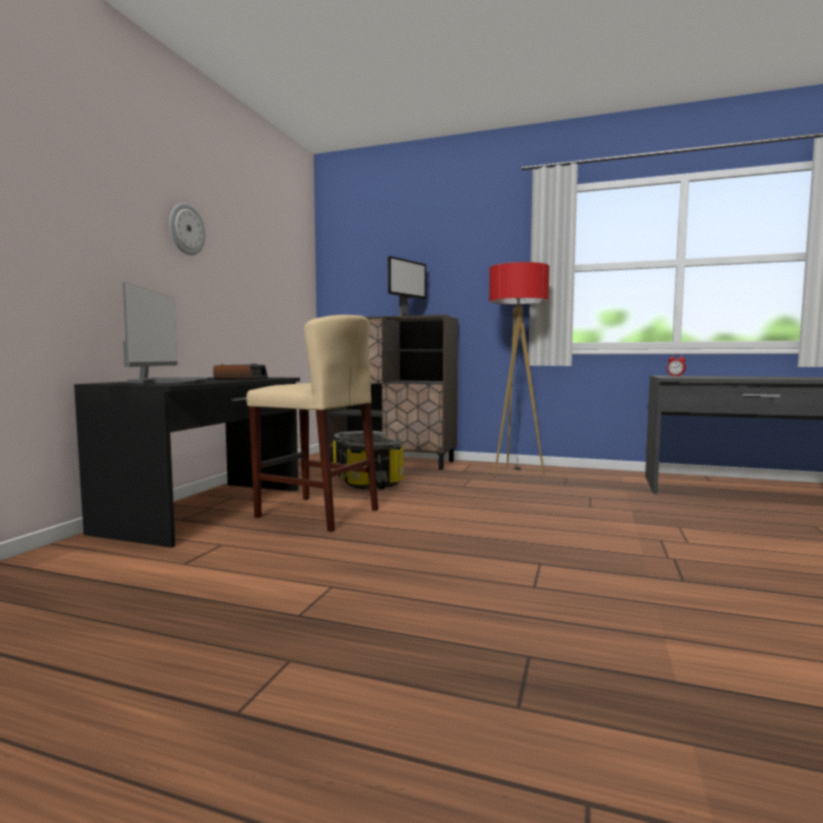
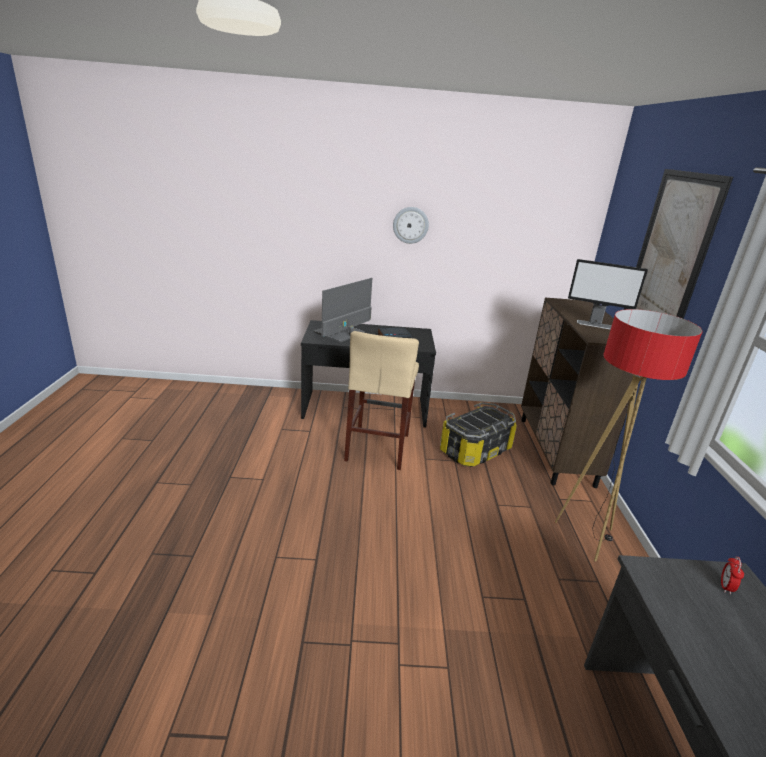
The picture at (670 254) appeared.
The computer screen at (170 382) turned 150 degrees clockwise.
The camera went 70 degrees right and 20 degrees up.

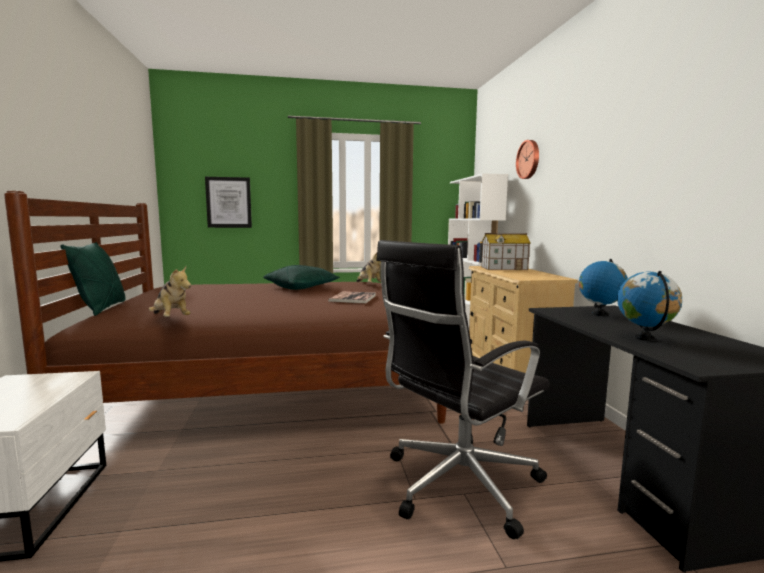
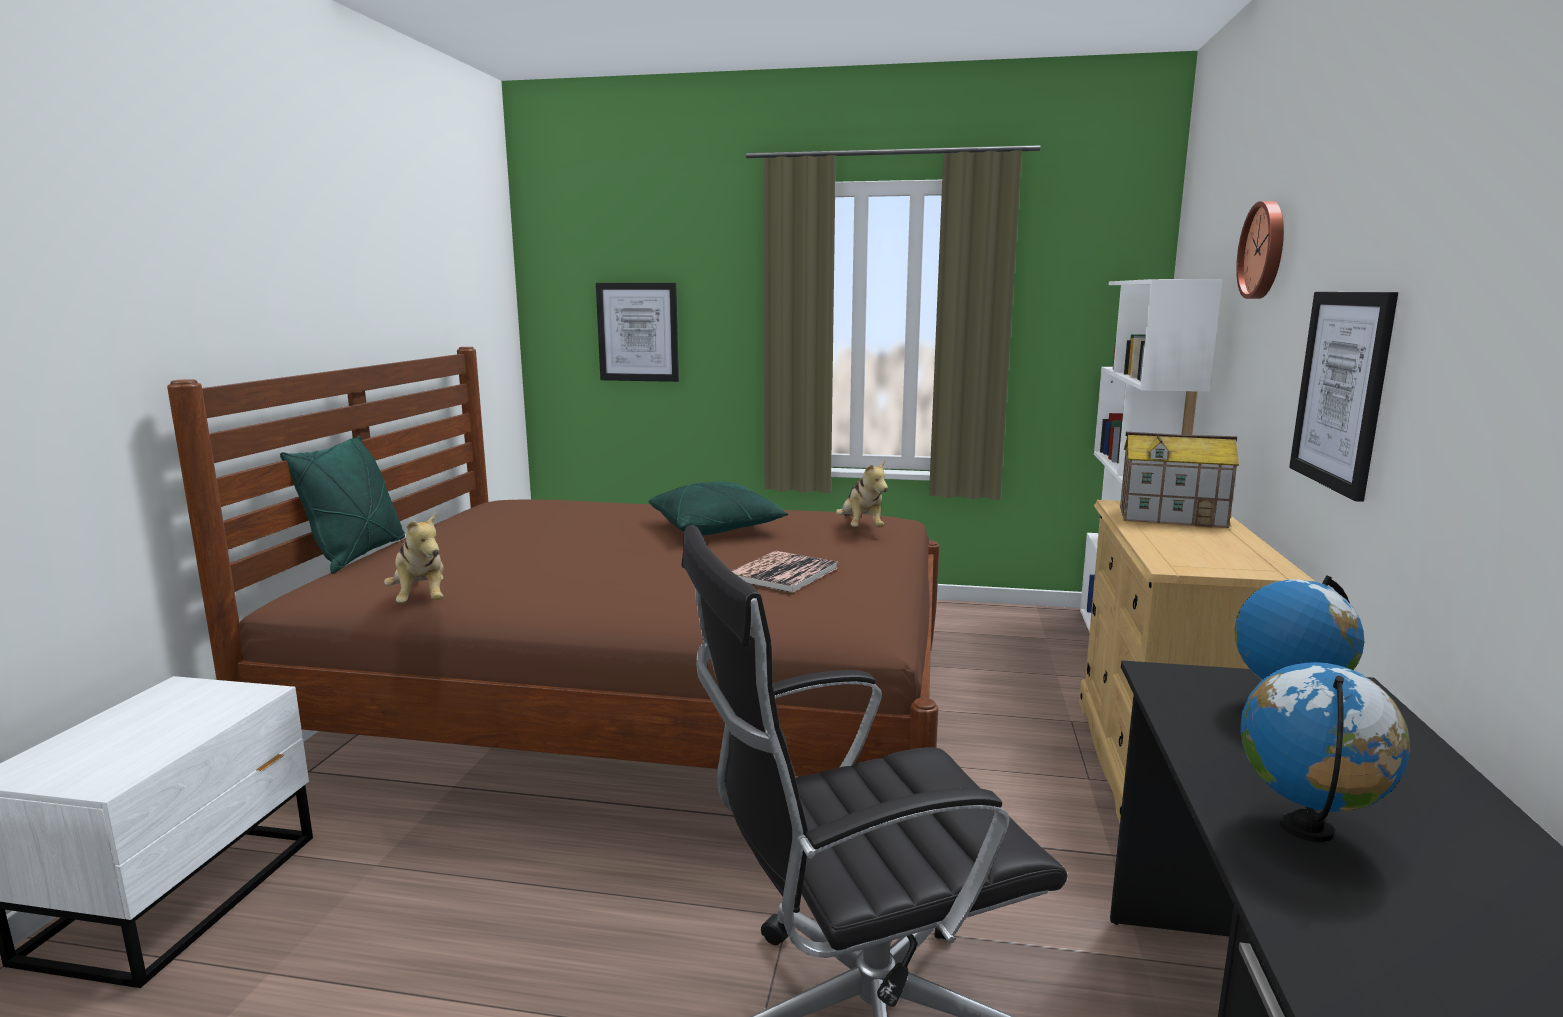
The picture at (1341 390) appeared.
The camera went 20 degrees right and 5 degrees up.

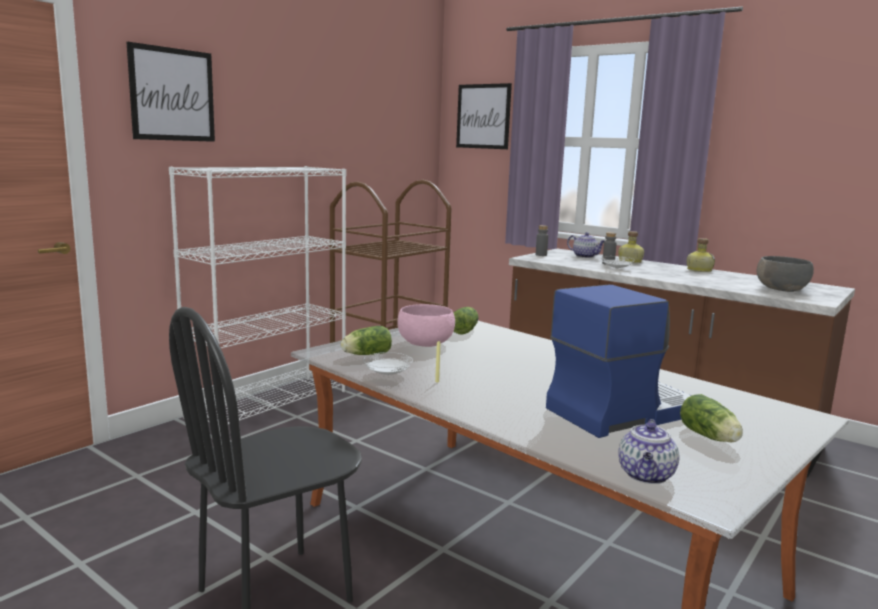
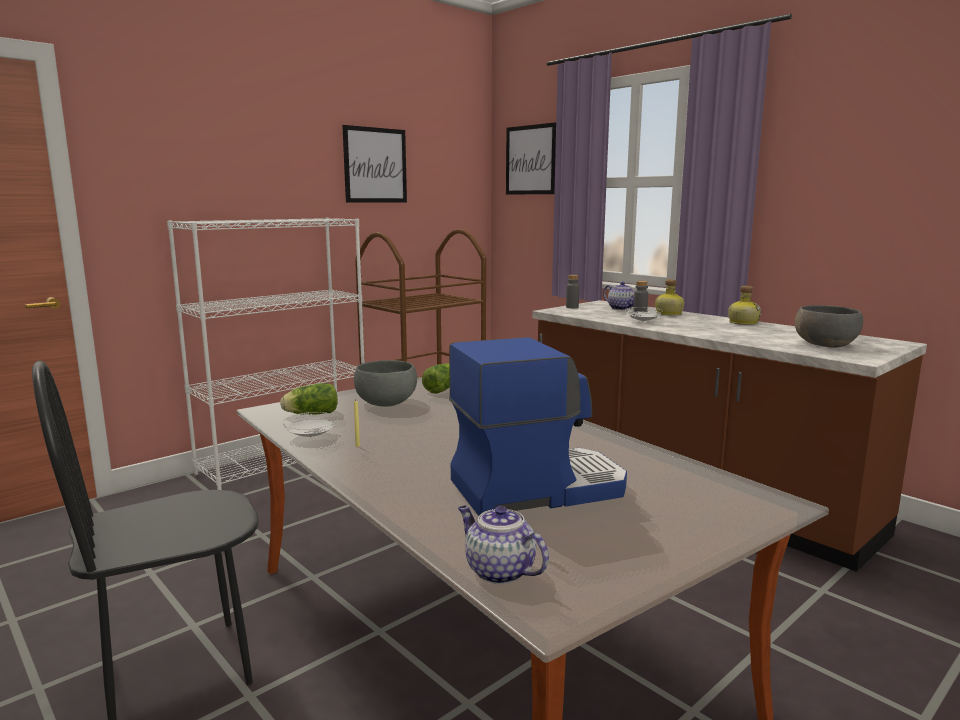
The lettuce at (710 437) disappeared.
The picture moved from (172 94) to (375 165).
The pink-coloured bowl at (425 343) became the grey bowl at (386 403).
The teapot at (646 476) turned 105 degrees clockwise.
The camera went 10 degrees right and 0 degrees up.

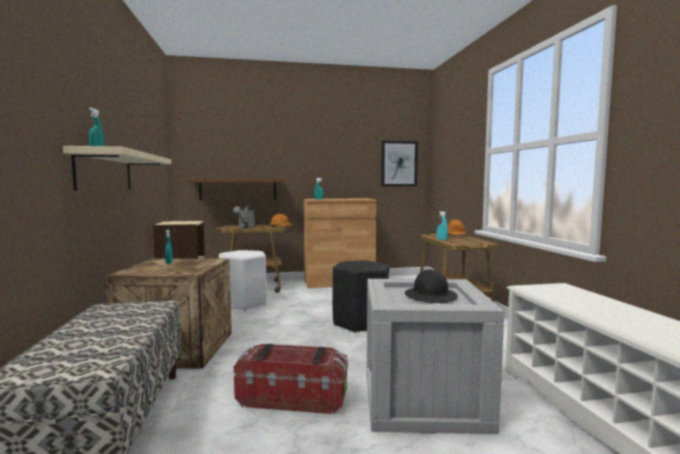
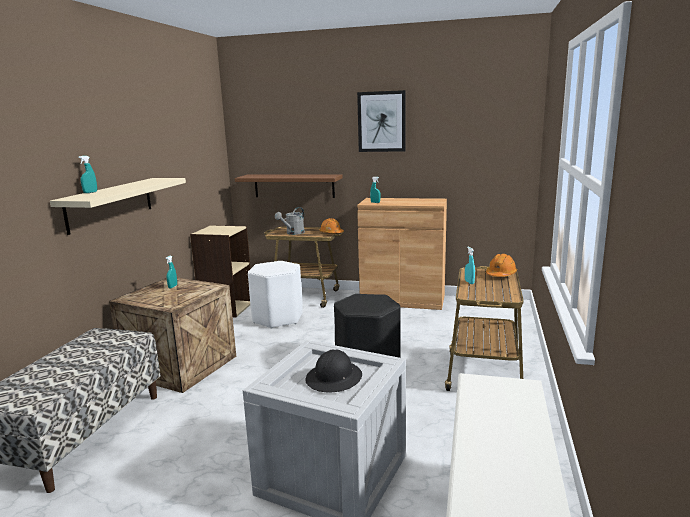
The storage box at (293 398) disappeared.
The picture moved from (399 163) to (381 121).
The camera went 25 degrees right and 10 degrees up.

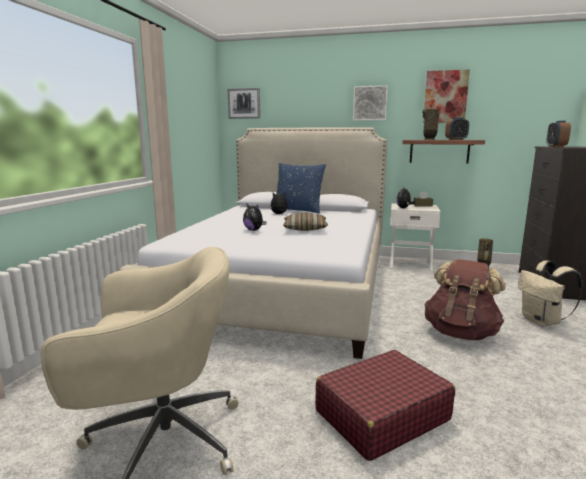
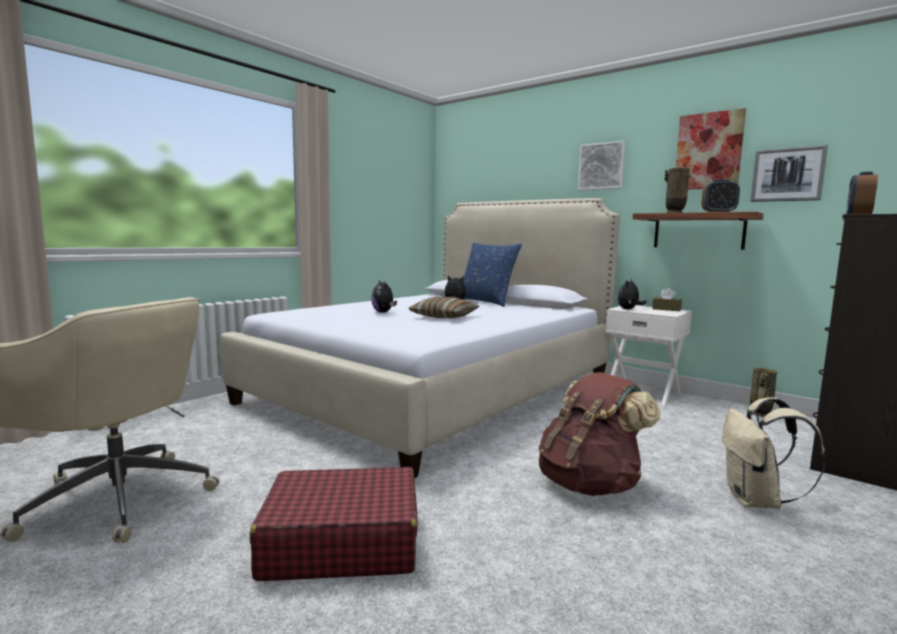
The picture moved from (244 103) to (787 174).
The camera went 25 degrees right and 5 degrees down.

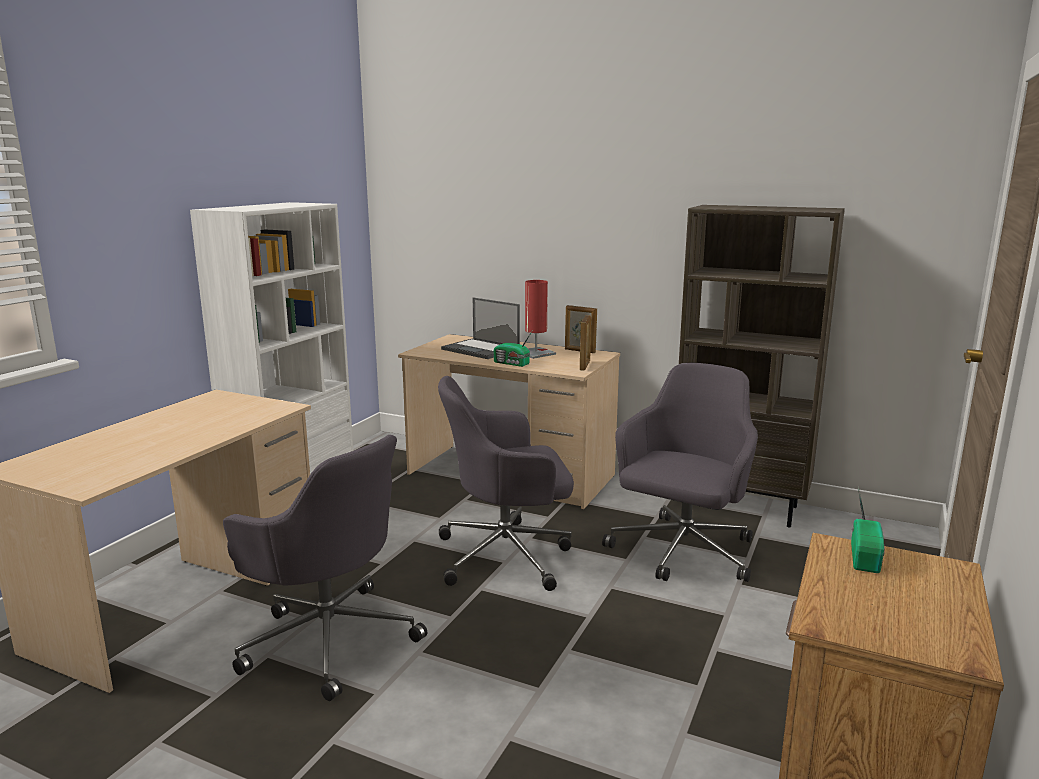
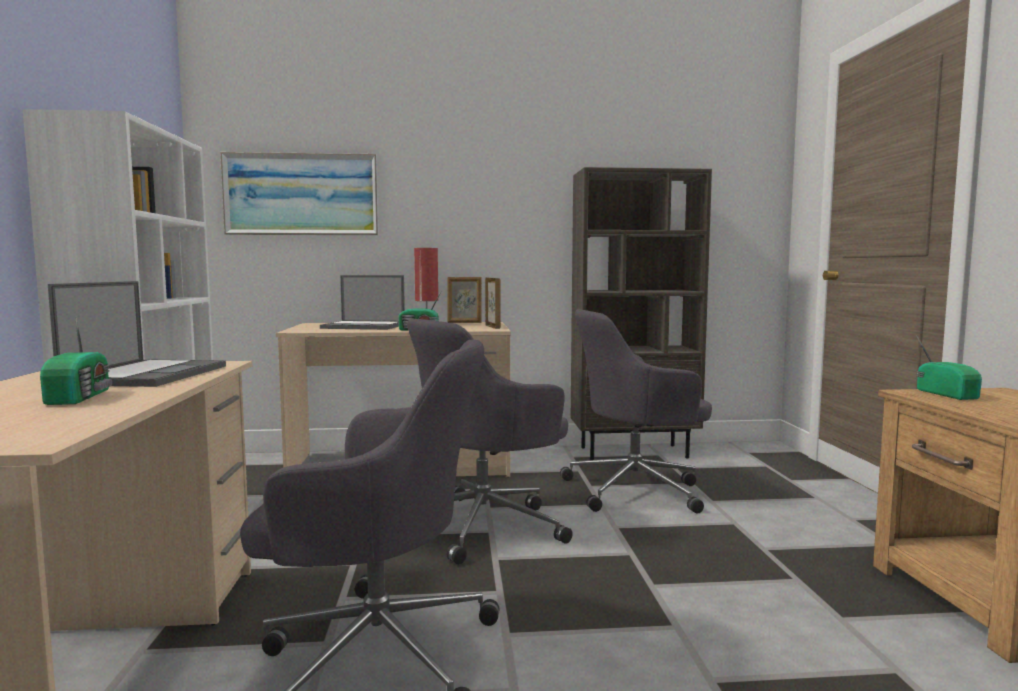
The radio at (81 397) appeared.
The portable computer at (148 374) appeared.
The picture at (301 194) appeared.
The grey office chair at (681 552) turned 105 degrees counterclockwise.
The camera went 30 degrees left and 10 degrees down.

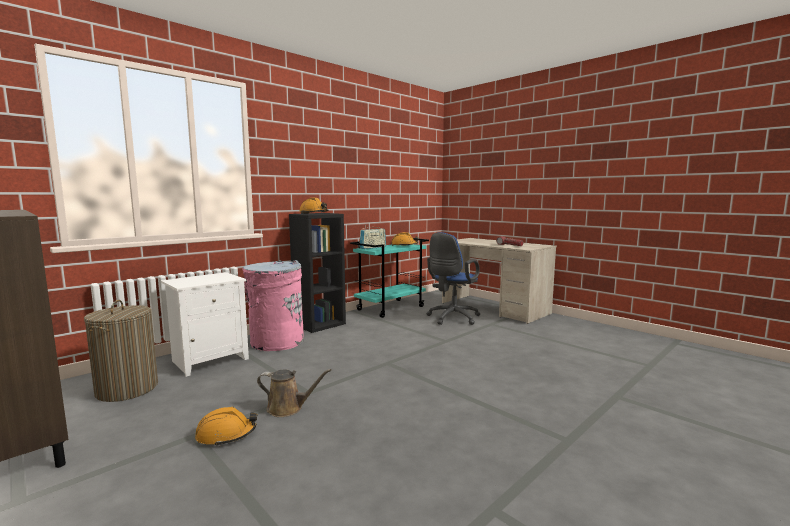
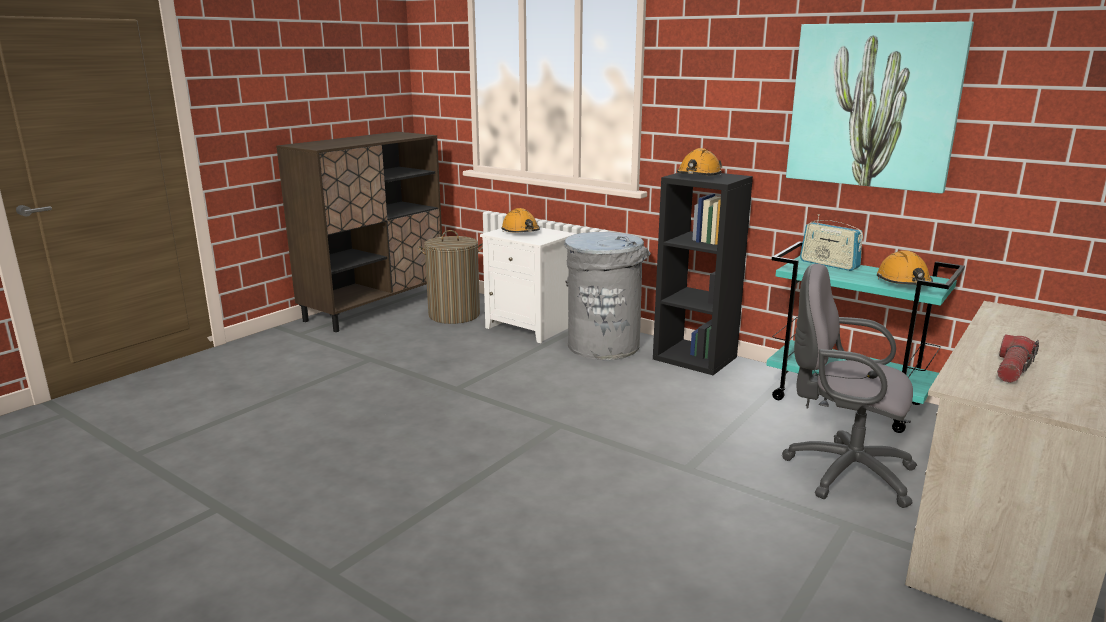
The brownish watering can at (288 408) disappeared.
The picture at (873 106) appeared.
The orangey work helmet moved from (226 435) to (521 231).
The pink-coloured rubbish bin at (276 342) became the grey rubbish bin at (603 346).
The blue-coloured office chair at (451 318) became the grey office chair at (842 471).
The camera went 80 degrees right and 10 degrees up.

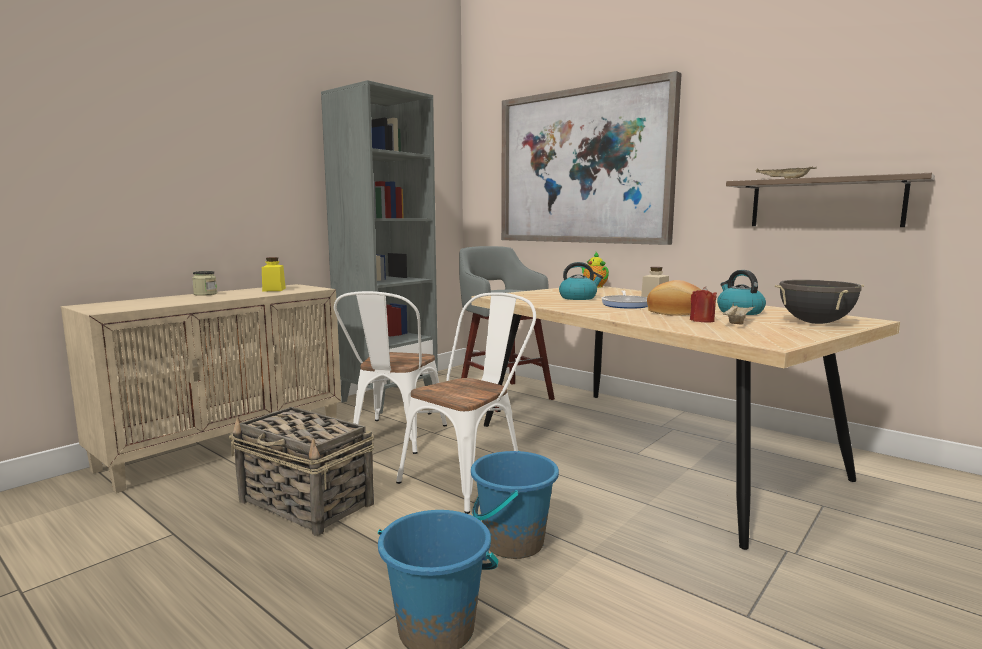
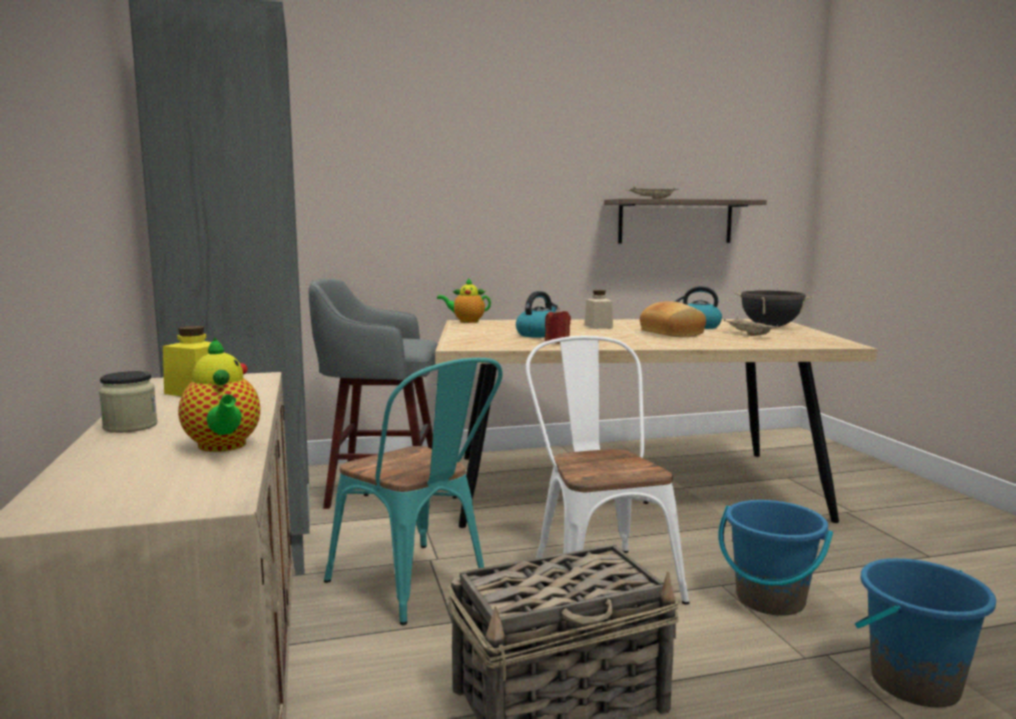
The picture at (583 167) disappeared.
The pan at (626 304) disappeared.
The teapot at (223 446) appeared.
The reddish wax candle moved from (702 320) to (557 342).
The white upright chair at (394 439) became the turquoise upright chair at (418 587).
The camera went 55 degrees left and 0 degrees up.

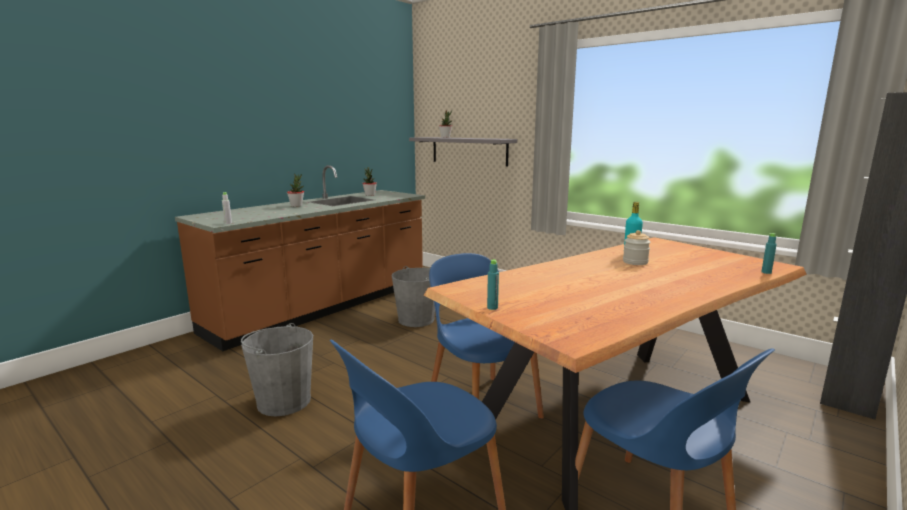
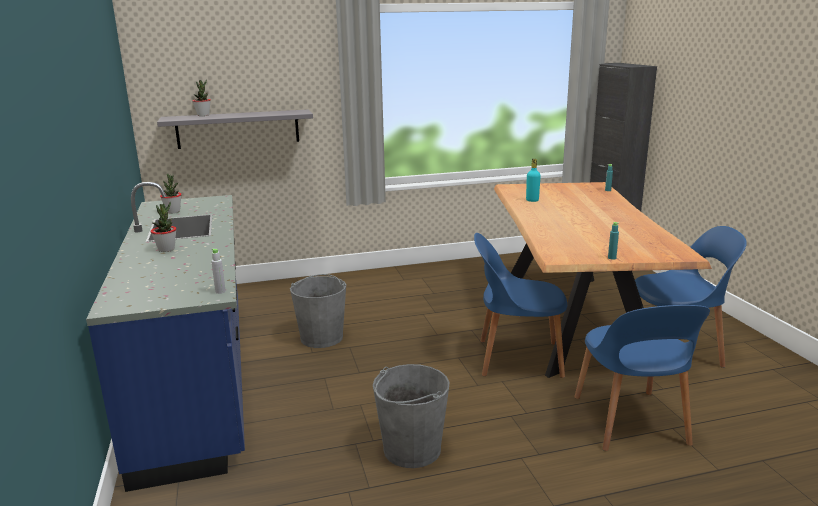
The storage jar at (635 262) disappeared.
The brownish kitchen counter at (323 307) became the blue-coloured kitchen counter at (198 378).
The camera went 55 degrees left and 5 degrees up.

